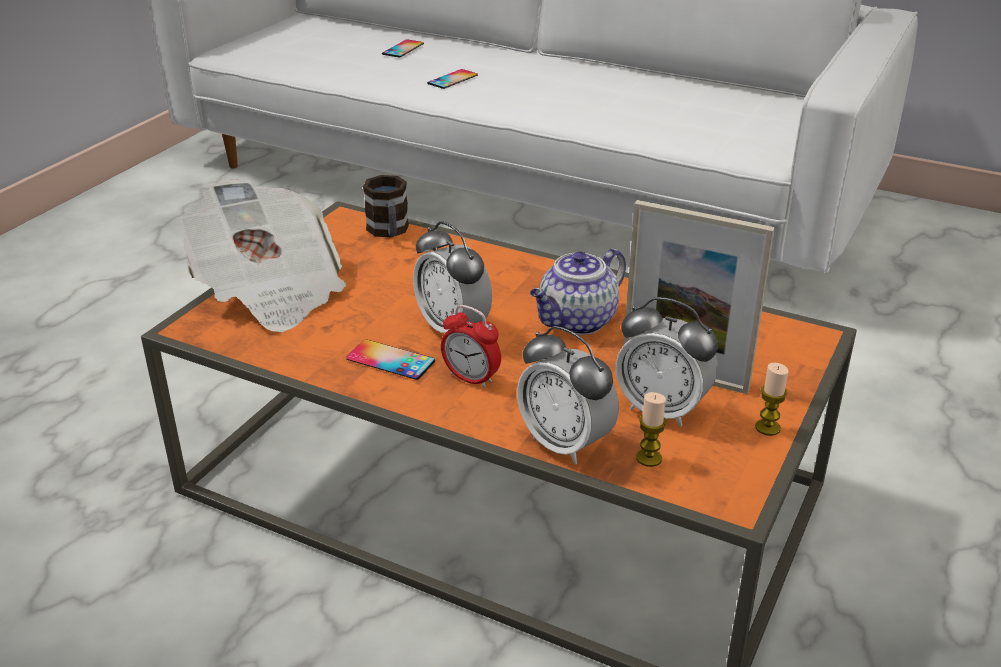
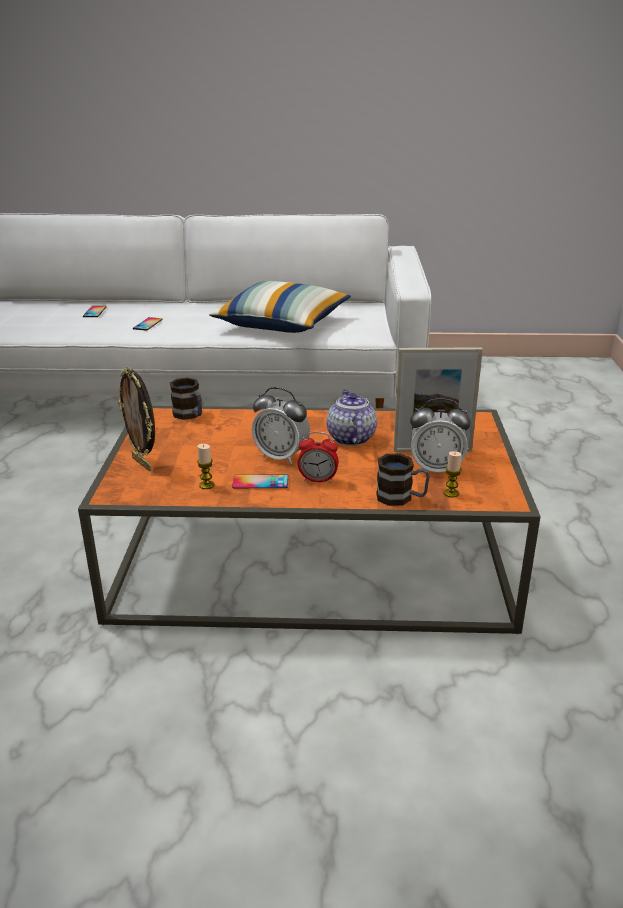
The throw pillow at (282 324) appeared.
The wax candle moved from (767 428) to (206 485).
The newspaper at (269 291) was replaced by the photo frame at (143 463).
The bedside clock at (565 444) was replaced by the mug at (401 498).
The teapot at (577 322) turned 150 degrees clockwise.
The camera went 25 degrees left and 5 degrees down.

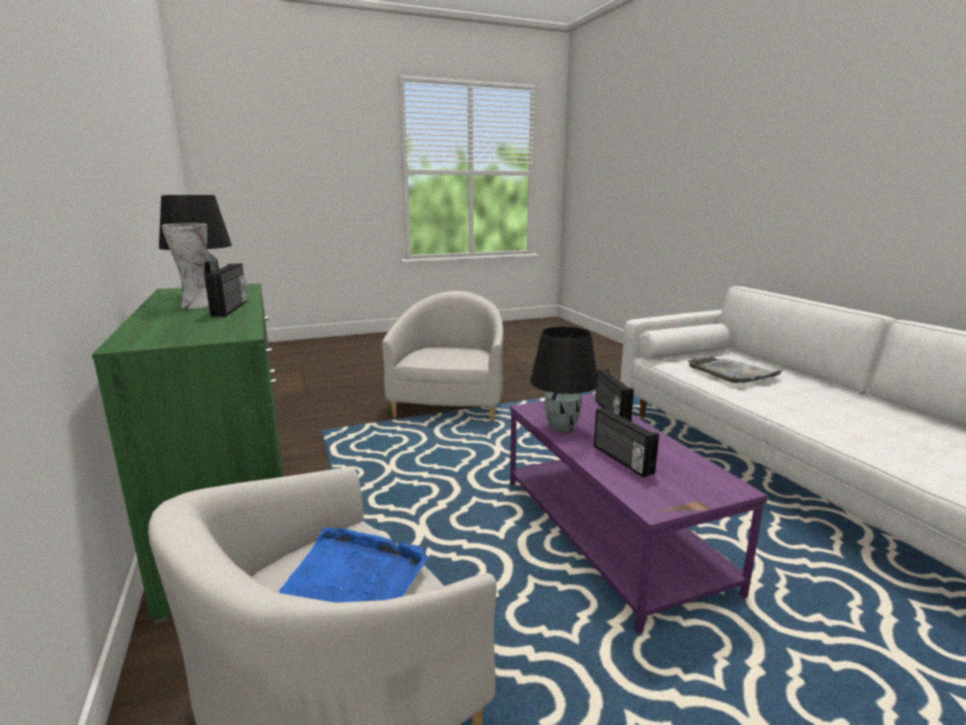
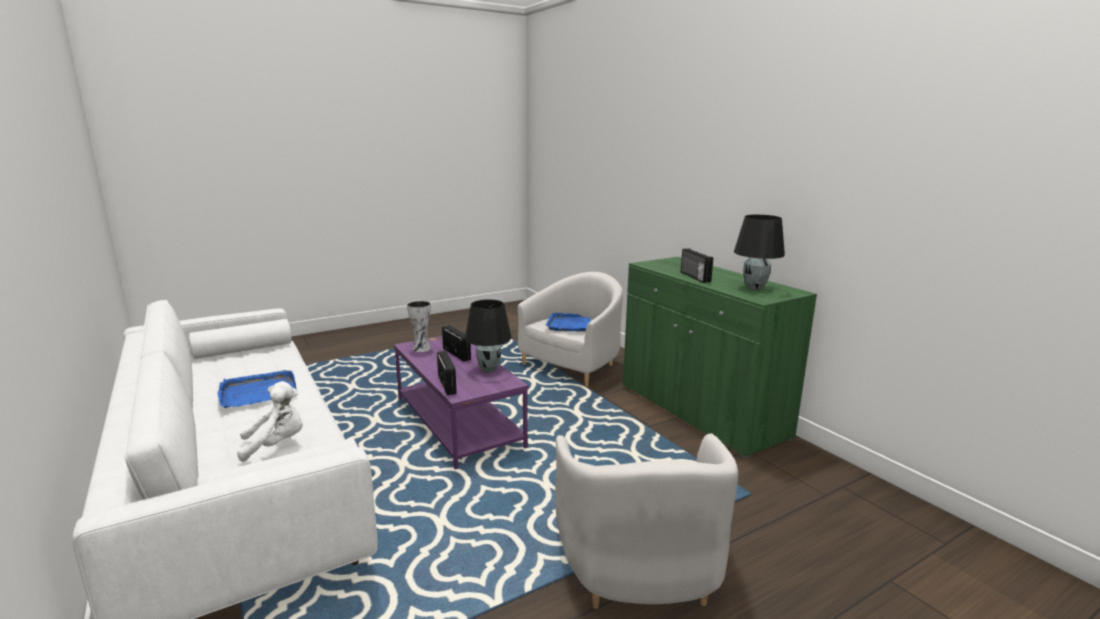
The blue-coloured tray at (258 392) appeared.
The vase moved from (195 305) to (422 348).
The grey tray at (732 372) was replaced by the white soft toy at (276 445).
The camera went 170 degrees right and 0 degrees up.

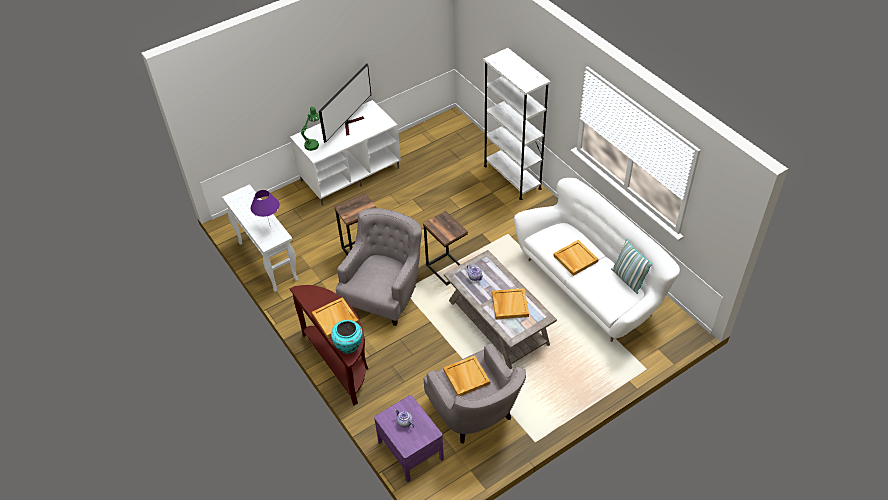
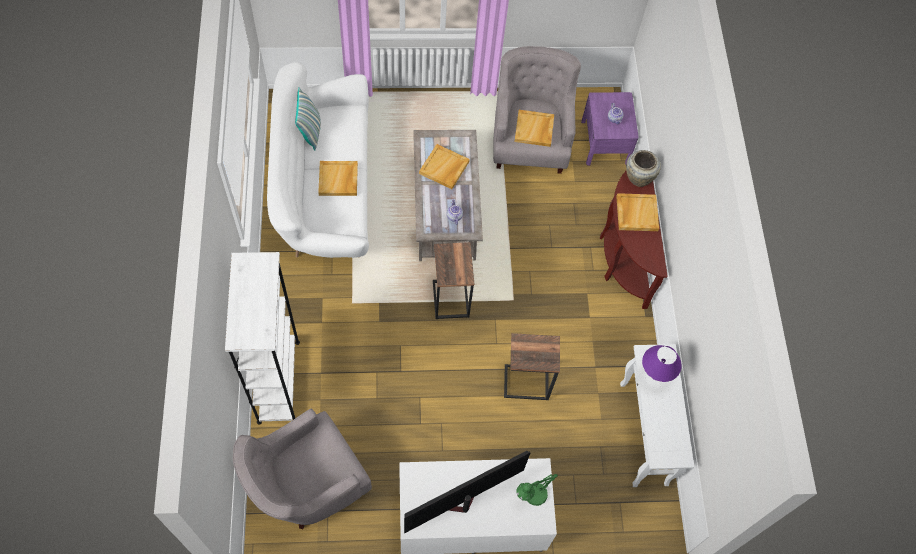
The grey lounge chair moved from (384 293) to (307 485).
The turquoise vase at (349 346) became the sand-coloured vase at (638 177).
The camera went 155 degrees left and 15 degrees up.

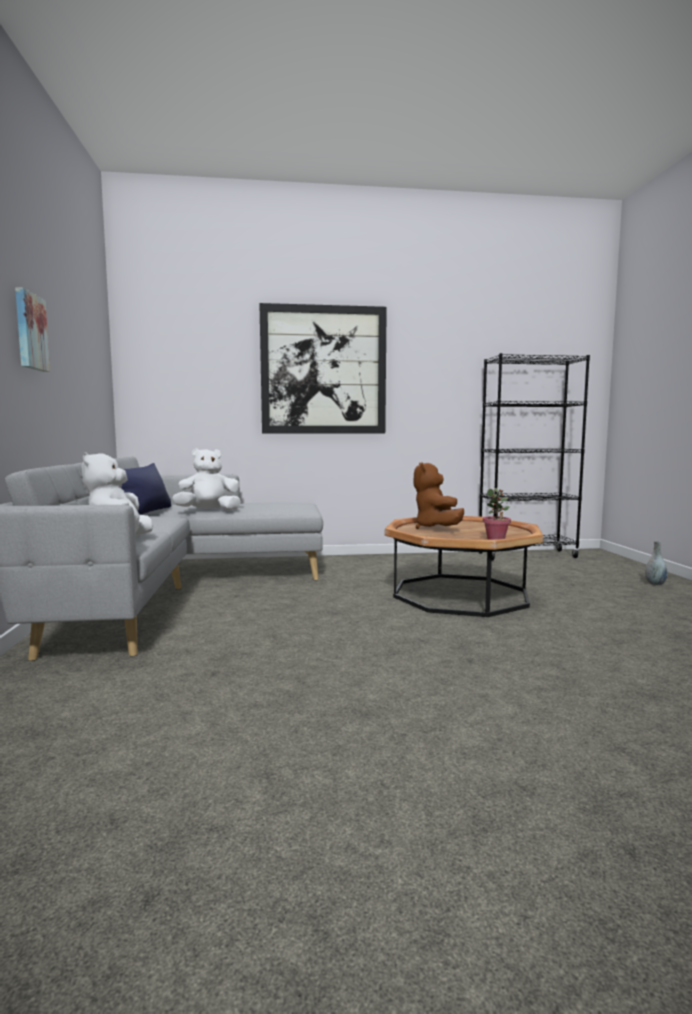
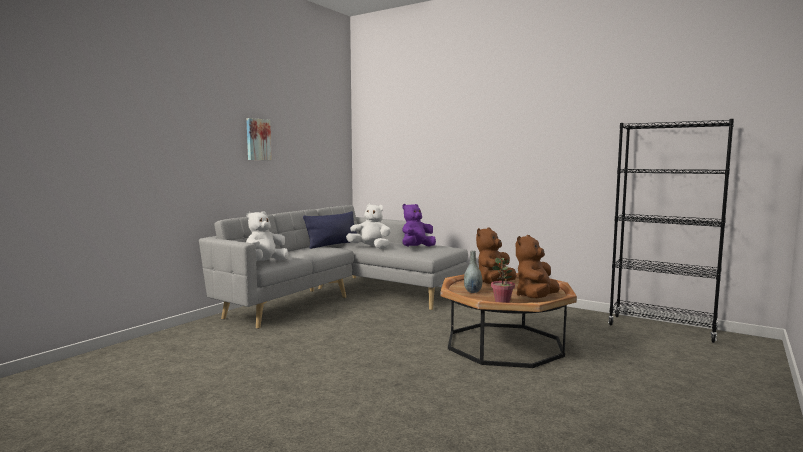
The picture at (323 370) disappeared.
The purple-coloured soft toy at (417 248) appeared.
The brownish soft toy at (536 298) appeared.
The grey vase moved from (655 584) to (472 291).
The camera went 40 degrees right and 0 degrees up.

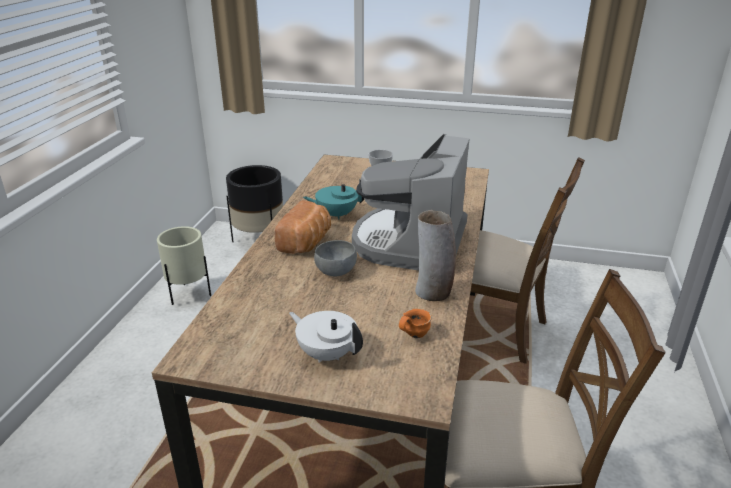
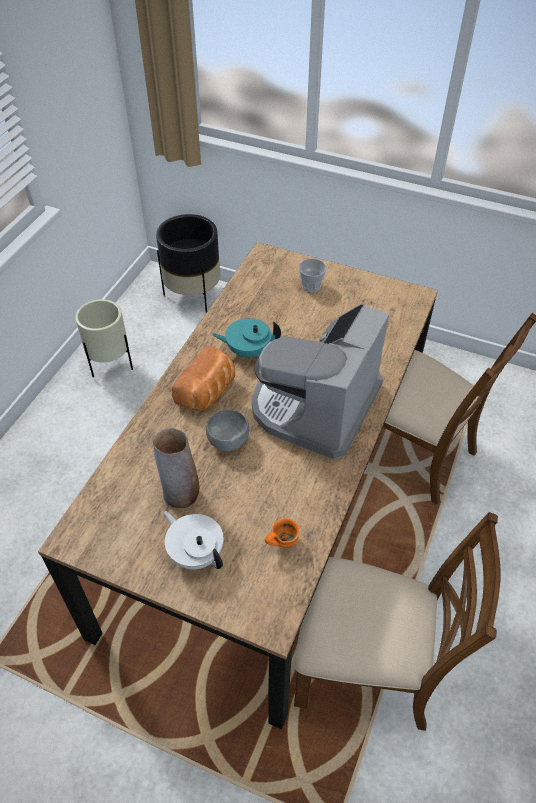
The vase moved from (433 292) to (181 495).
The camera went 10 degrees right and 20 degrees up.

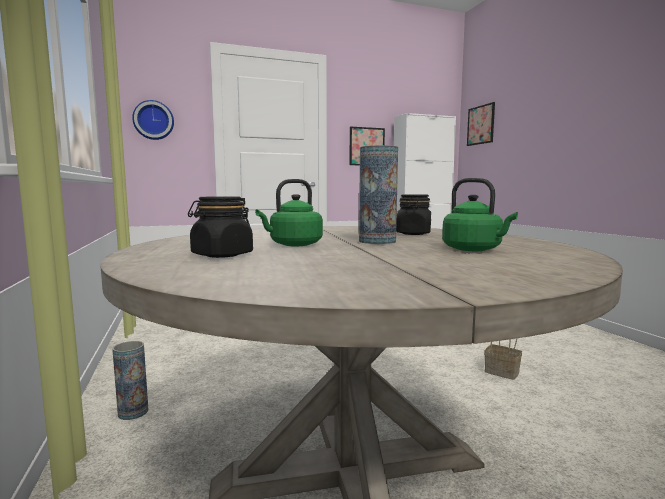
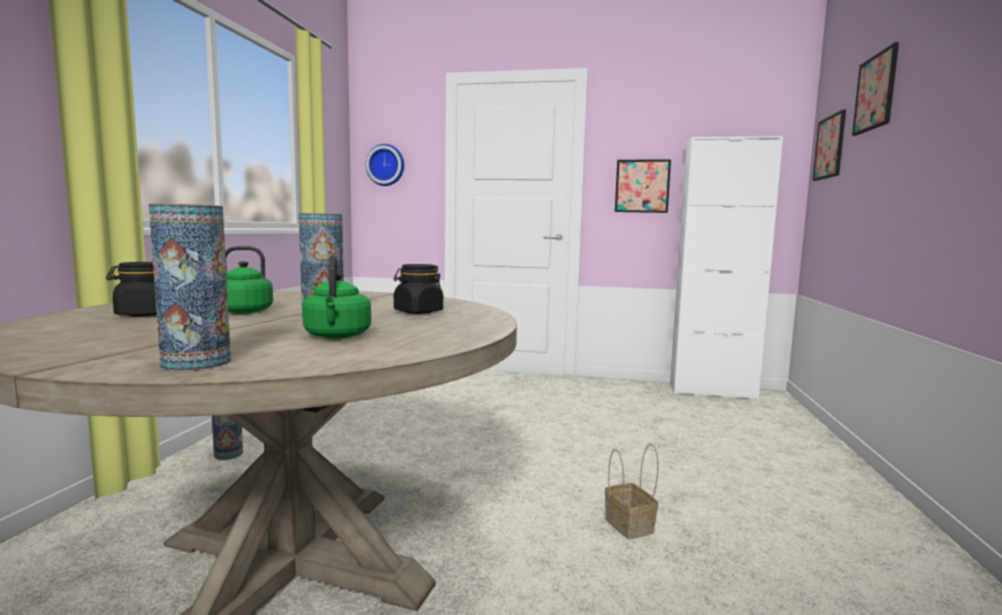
The vase at (196 363) appeared.
The picture at (875 92) appeared.
The camera went 30 degrees right and 0 degrees up.

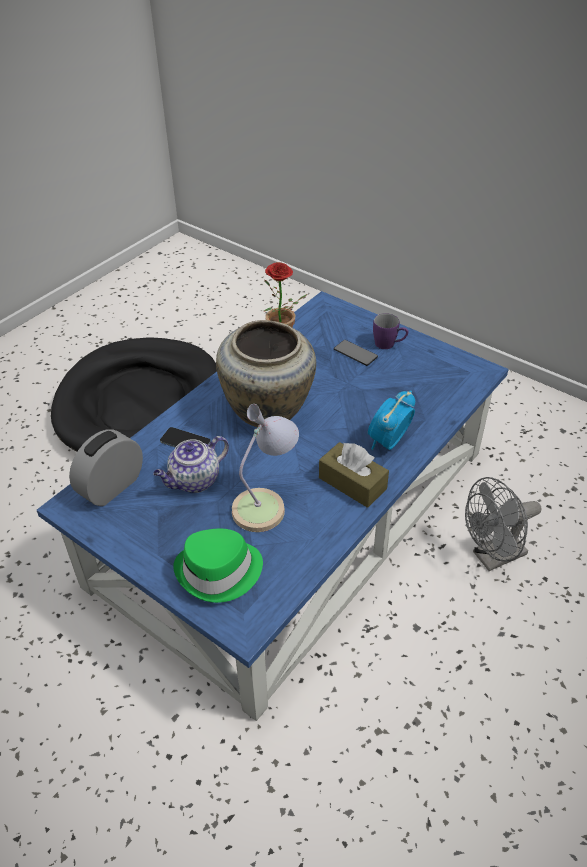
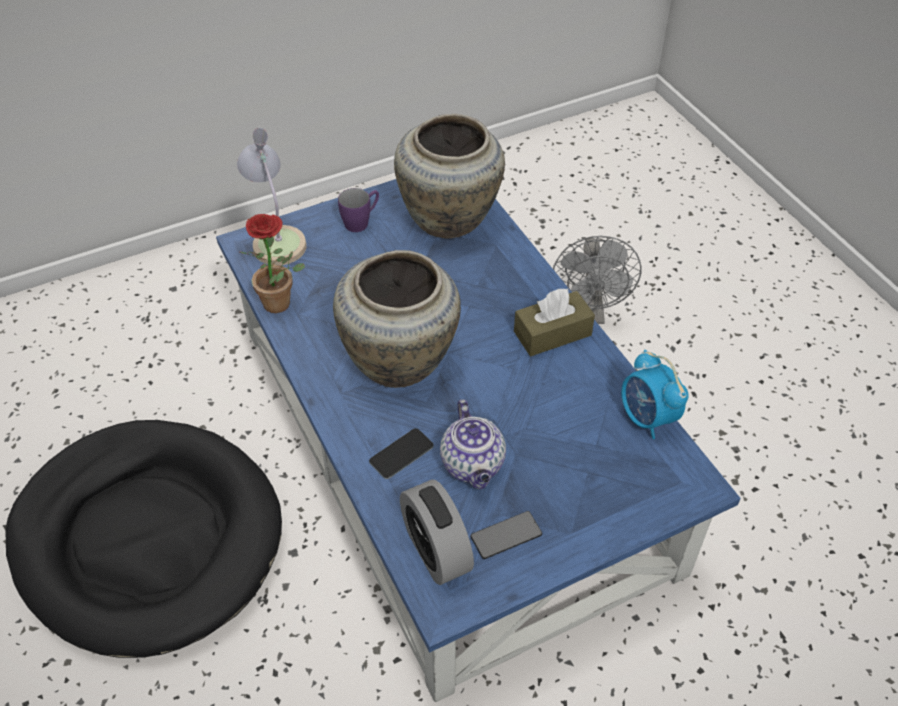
The greenish clothing hat at (219 572) disappeared.
The sand-coloured vase at (450 218) appeared.
The table lamp moved from (266 504) to (276 239).
The handset moved from (355 353) to (506 536).
The bedside clock moved from (388 442) to (647 418).
The camera went 65 degrees left and 5 degrees up.

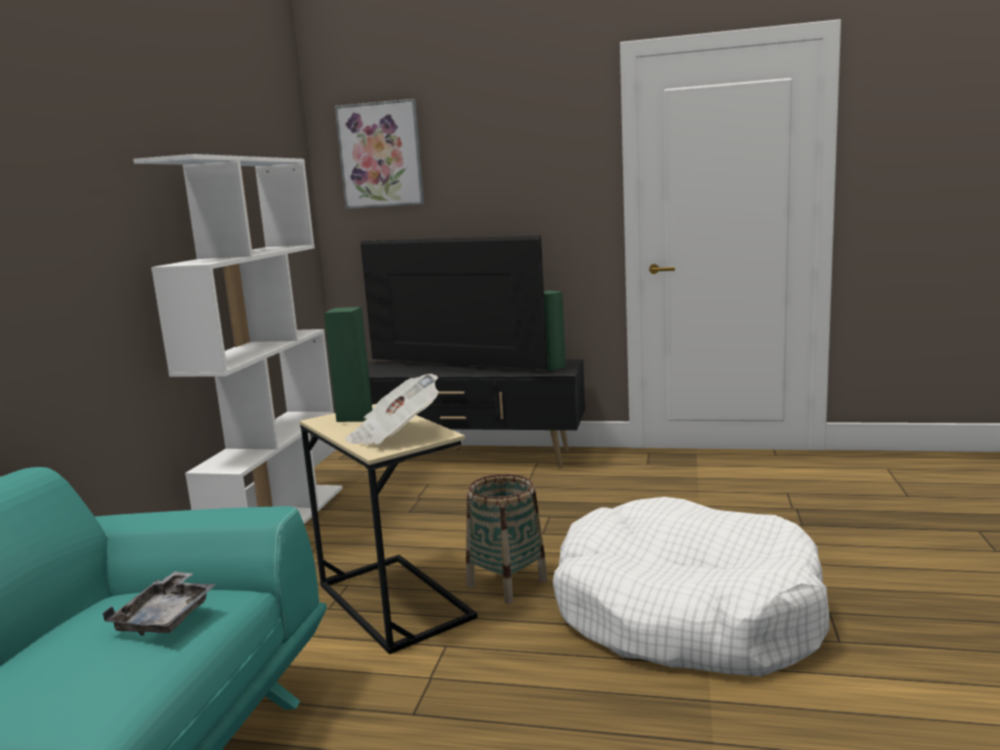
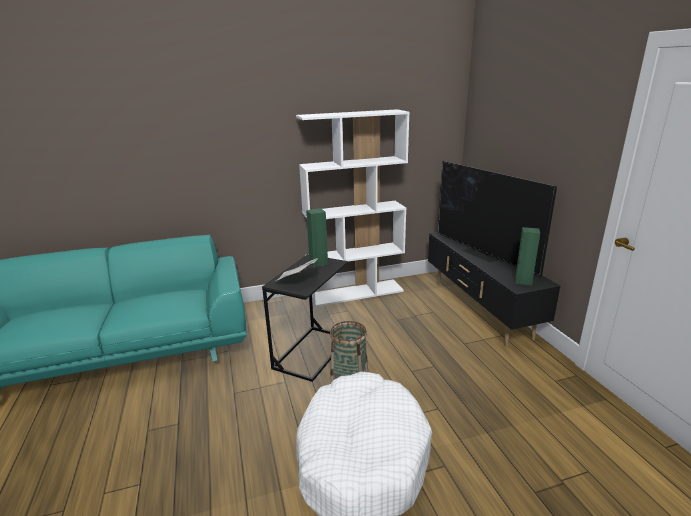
The grey tray at (167 616) disappeared.
The picture at (381 155) disappeared.
The sand-coloured end table at (394 601) became the blackish end table at (312 352).
The television at (454 367) turned 150 degrees clockwise.
The camera went 60 degrees right and 10 degrees up.

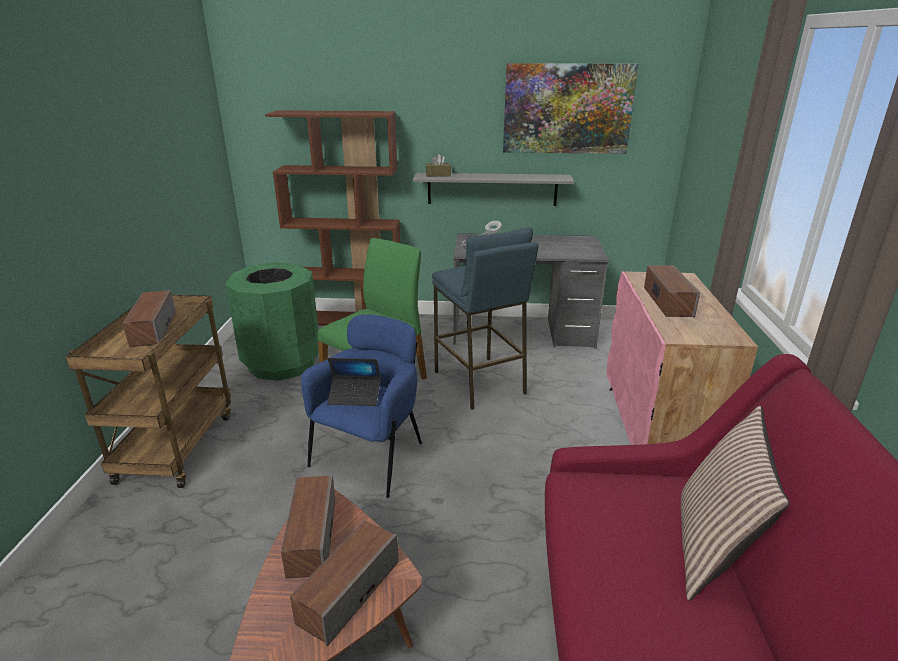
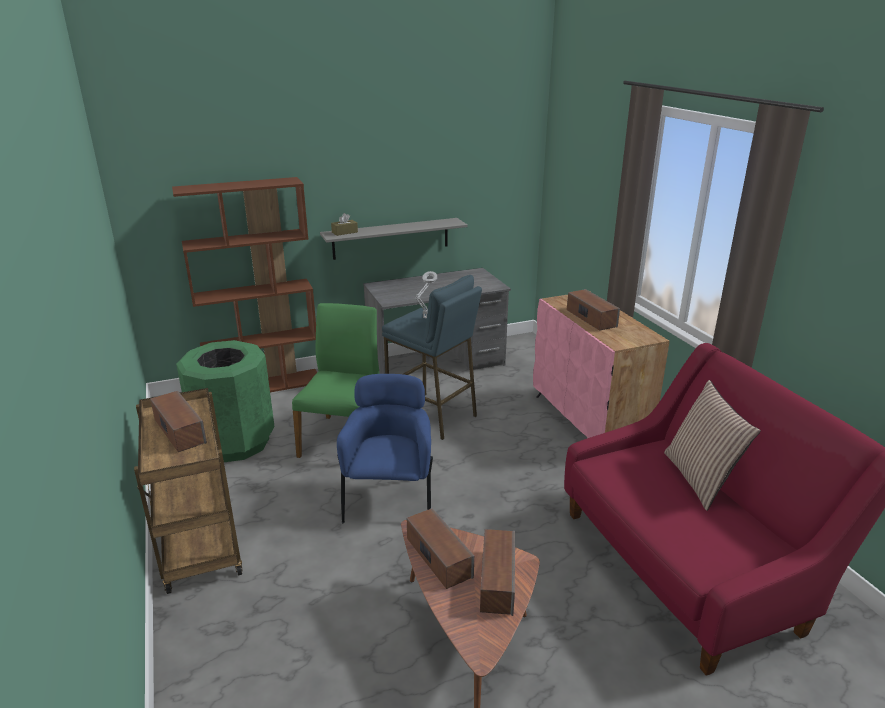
The portable computer at (355 396) disappeared.
The picture at (567 109) disappeared.
The camera went 25 degrees left and 0 degrees up.

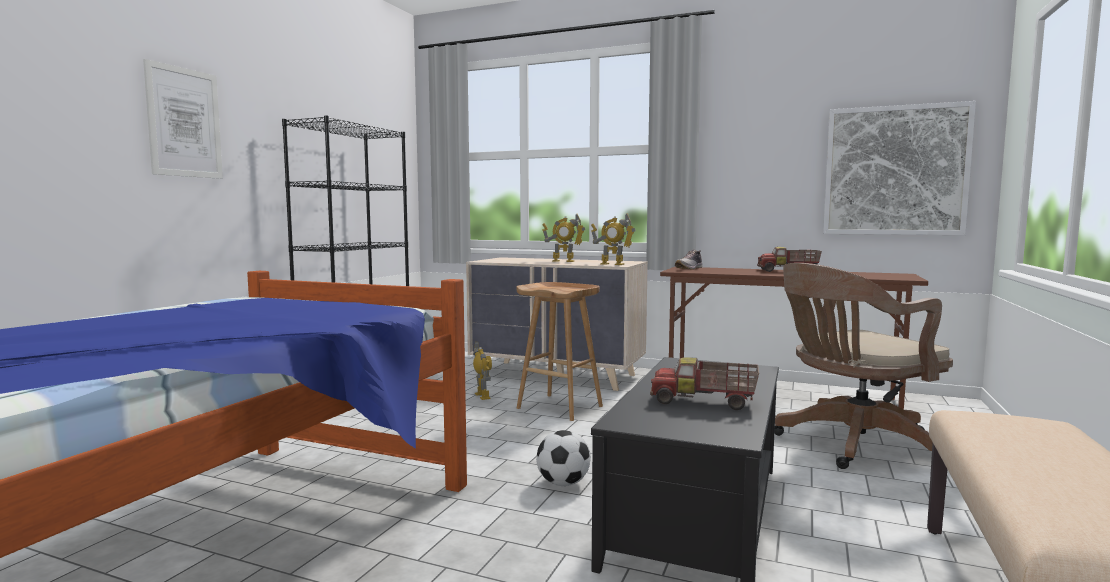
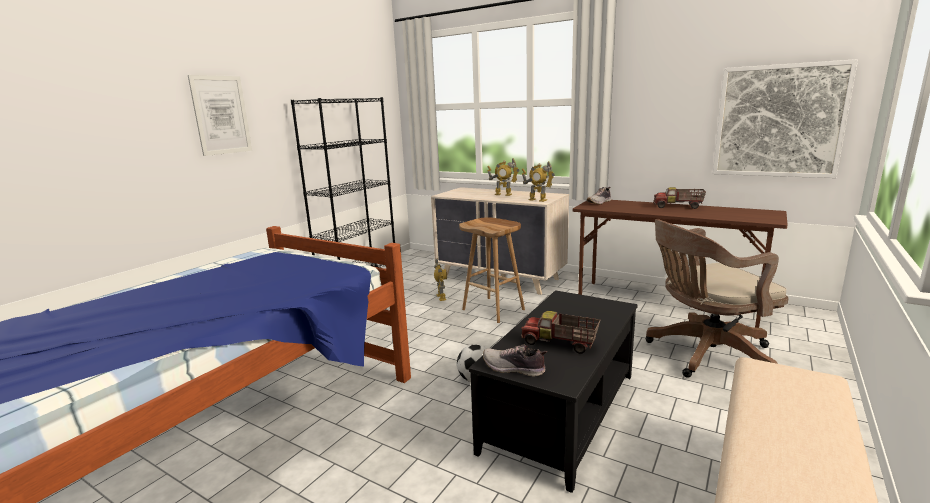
The low shoe at (514 368) appeared.
The camera went 10 degrees right and 10 degrees up.

